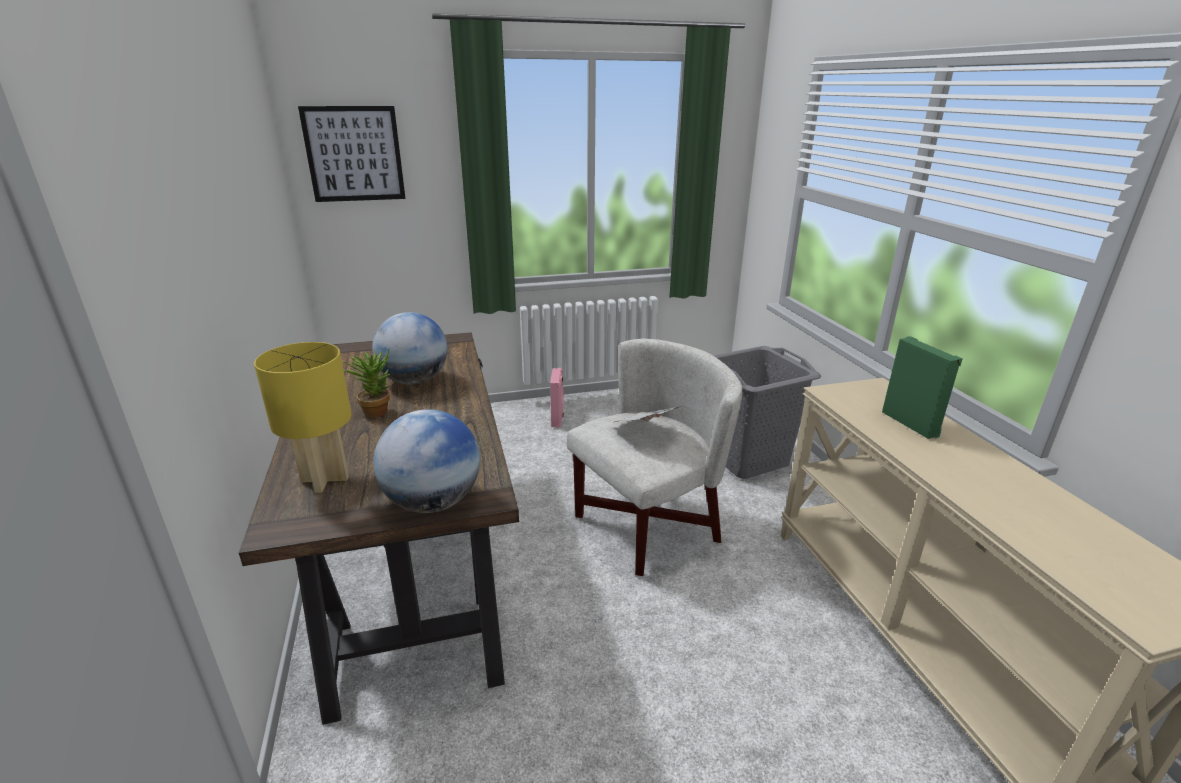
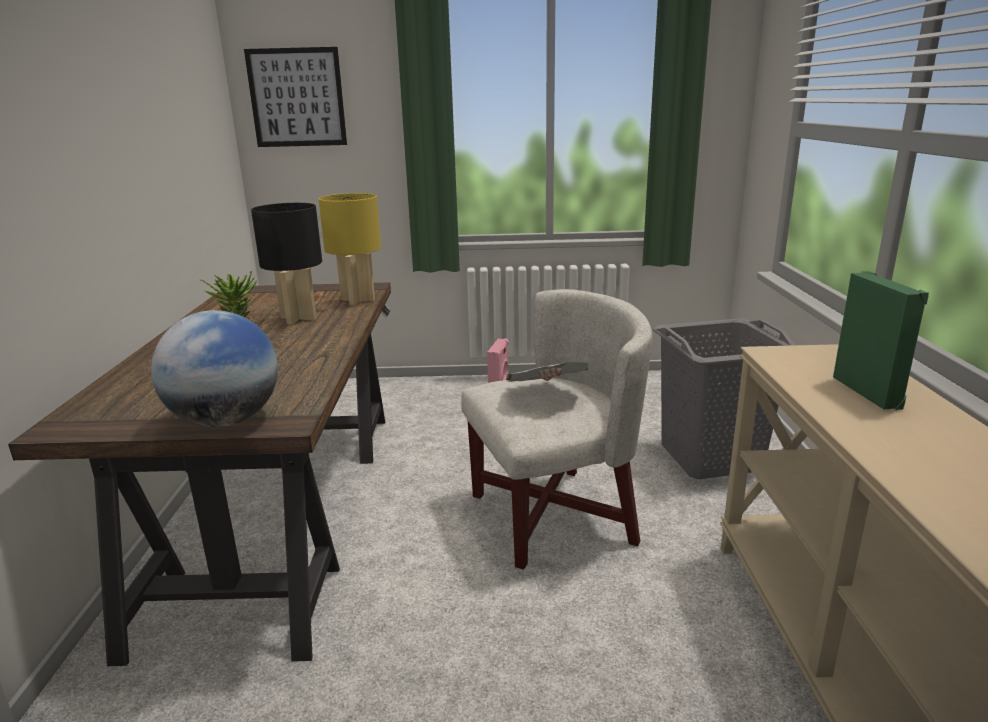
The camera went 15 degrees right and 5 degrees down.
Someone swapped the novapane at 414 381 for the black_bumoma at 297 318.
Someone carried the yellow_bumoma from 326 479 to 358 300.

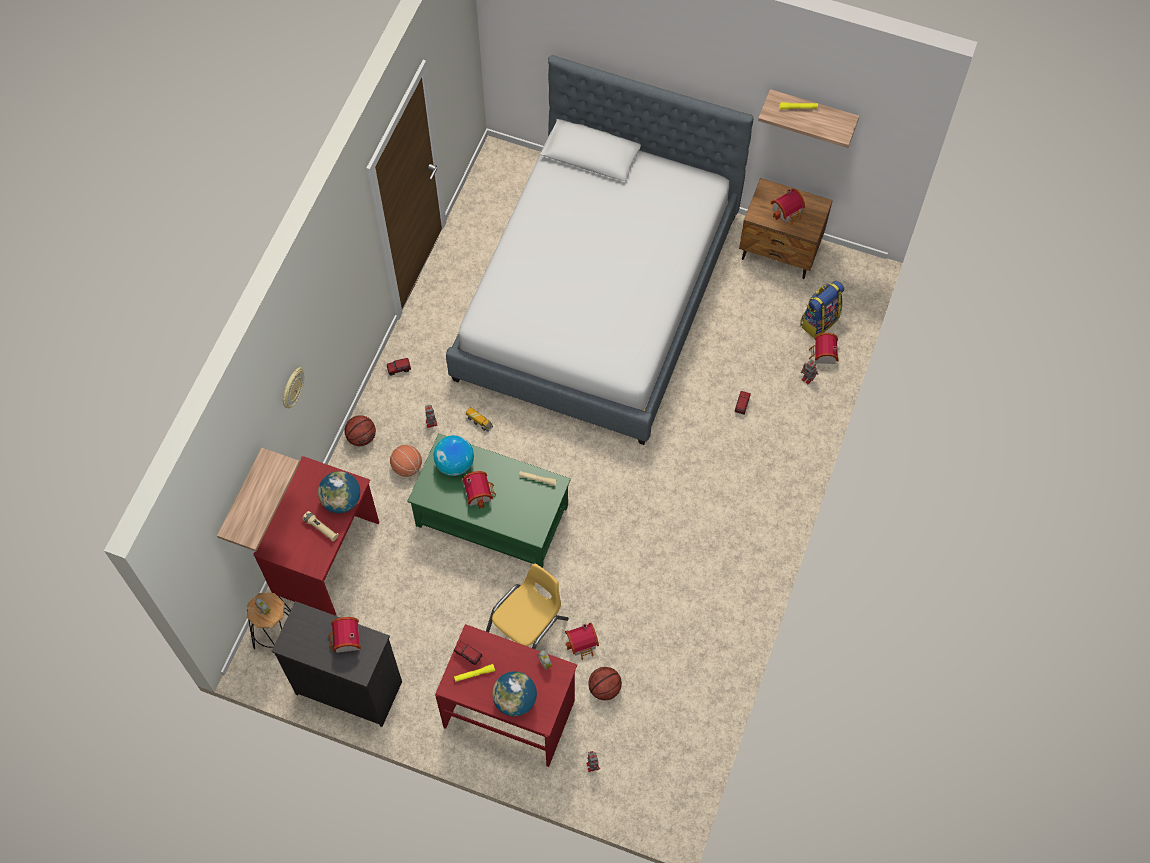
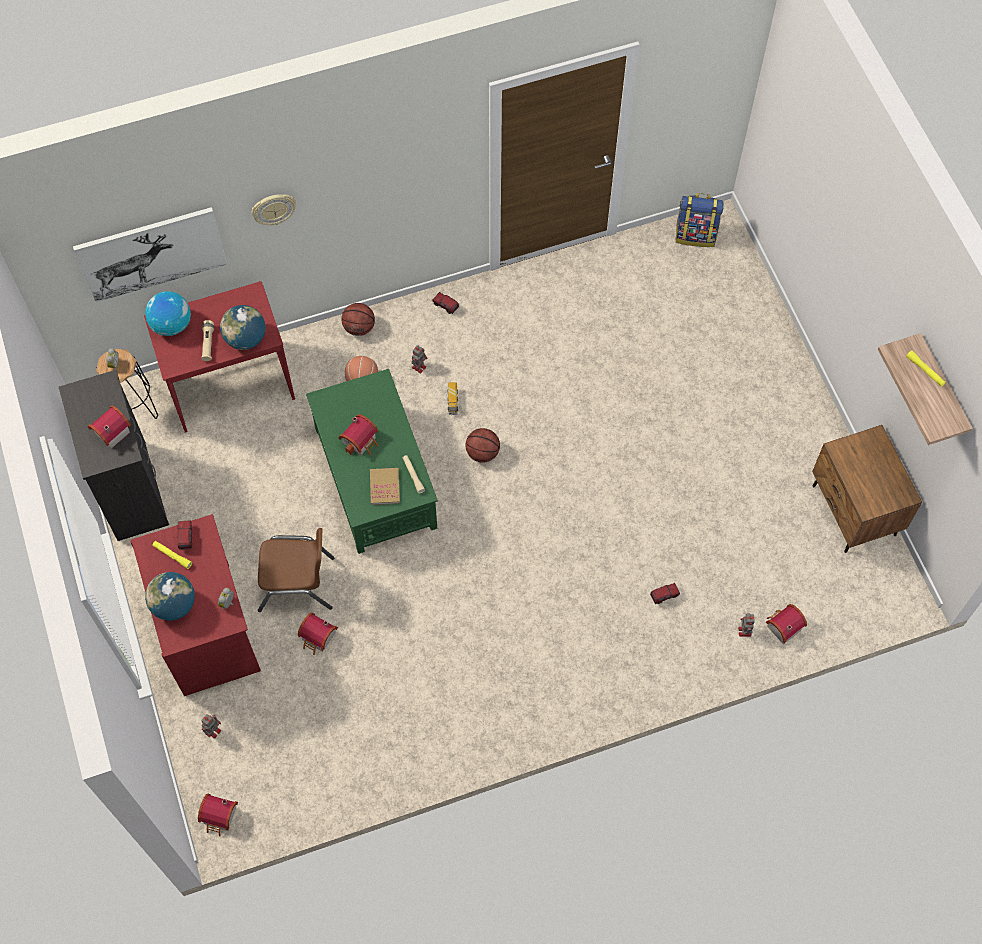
The camera went 50 degrees right and 0 degrees up.
Someone swapped the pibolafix at 242 498 for the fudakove at 151 253.
Someone carried the novapane from 454 464 to 171 325.
Someone carried the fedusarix from 788 212 to 220 817.
Someone repainted the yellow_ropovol at 528 627, which became the brown_ropovol at 297 583.
Someone put down the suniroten at 385 487.
Someone carried the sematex from 604 688 to 482 452.
Someone carried the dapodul from 819 320 to 696 235.
Someone took away the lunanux at 597 296.

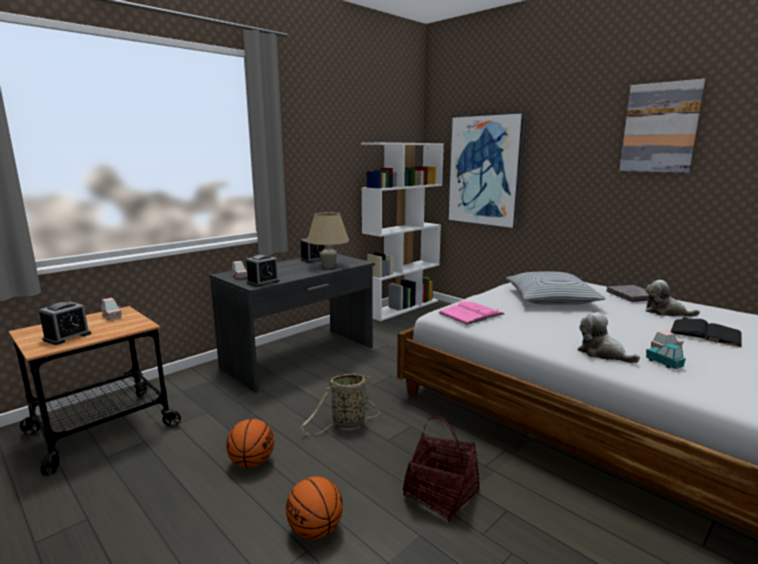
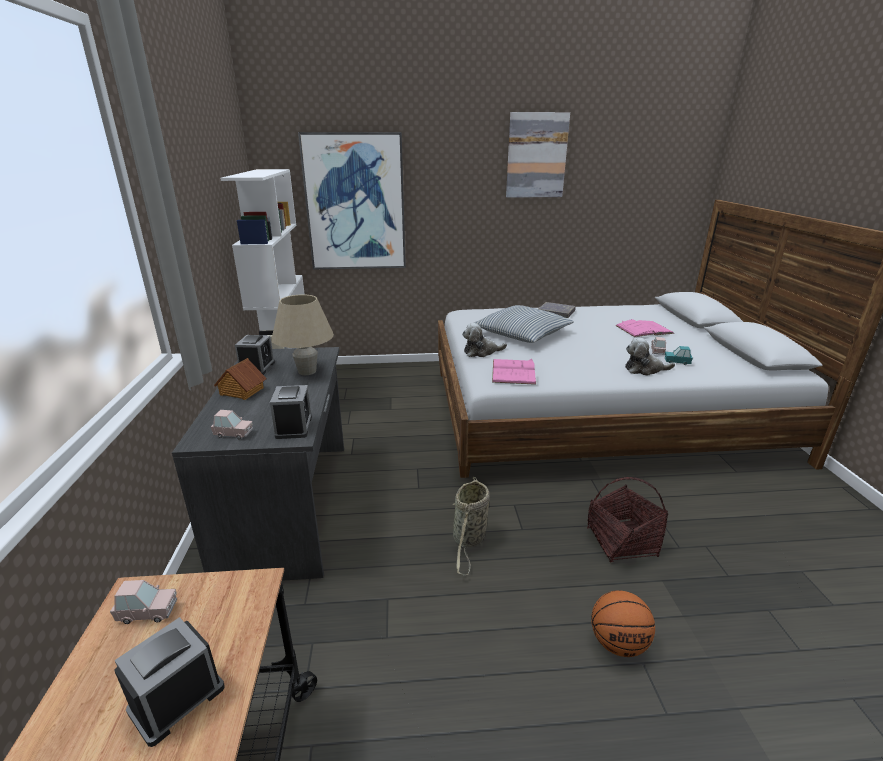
The camera went 50 degrees left and 10 degrees up.
Someone rotated the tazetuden at 67 337 by 120 degrees counterclockwise.
Someone put down the fedusarix at 241 391.
Someone carried the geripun from 665 312 to 481 352.
Someone repainted the black_suniroten at 705 333, which became the pink_suniroten at 644 329.
Someone took away the sematex at 252 462.

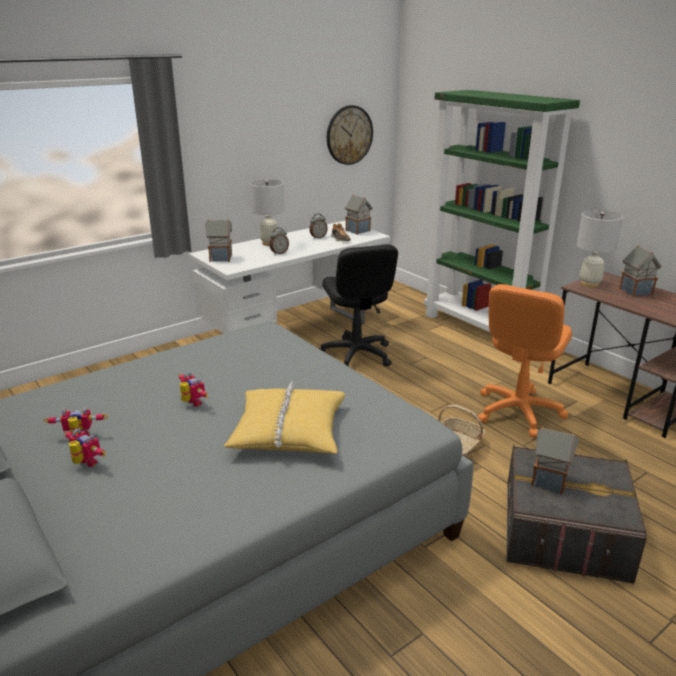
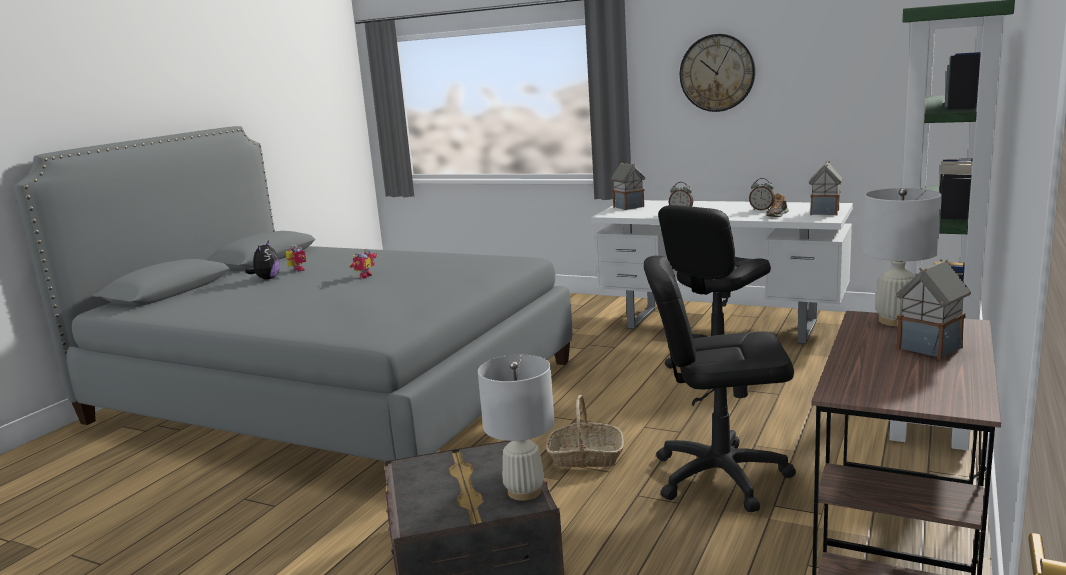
The camera went 65 degrees right and 10 degrees down.
Someone swapped the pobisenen at 85 464 for the geripun at 267 279.
Someone carried the white_bumoma from 269 243 to 524 491.
Someone repainted the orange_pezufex at 518 412, which became the black_pezufex at 720 476.
Someone carried the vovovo from 349 135 to 717 73.
Someone took away the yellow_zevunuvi at 288 431.
Someone took away the fedusarix at 550 481.

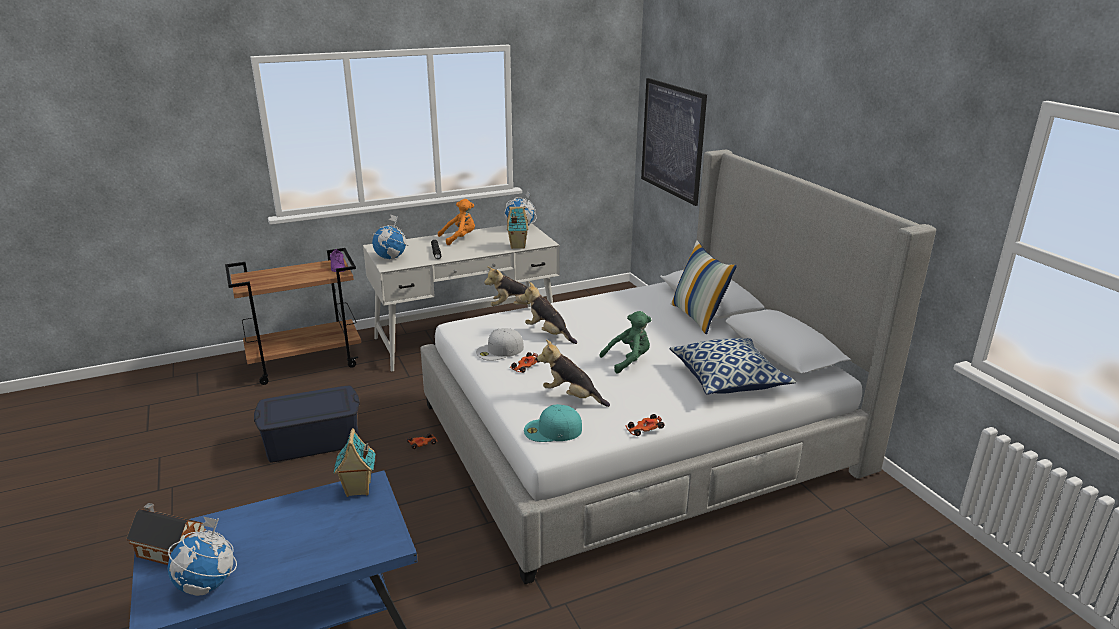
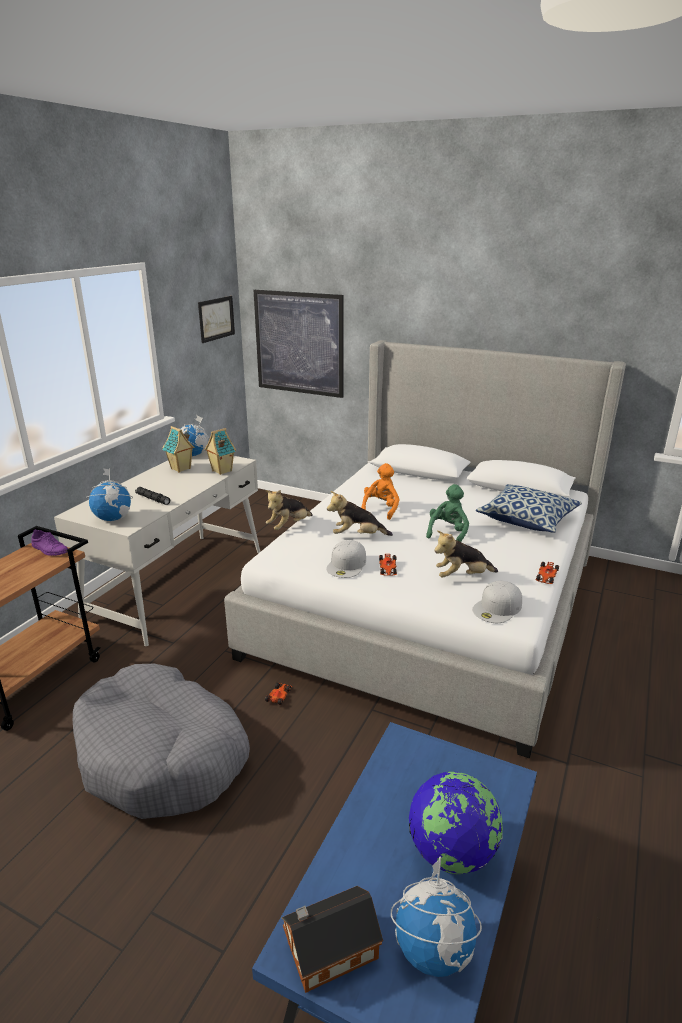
The camera went 40 degrees left and 0 degrees up.
Someone swapped the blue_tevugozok at 312 441 for the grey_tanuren at 162 755.
Someone carried the fedusarix from 358 490 to 181 469.
Someone put up the fudakove at 216 318.
Someone carried the orange_geripun from 459 238 to 381 509.
Someone put down the novapane at 452 852.
Someone repainted the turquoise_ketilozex at 552 430, which became the white_ketilozex at 497 608.
Someone took away the zevunuvi at 698 317.

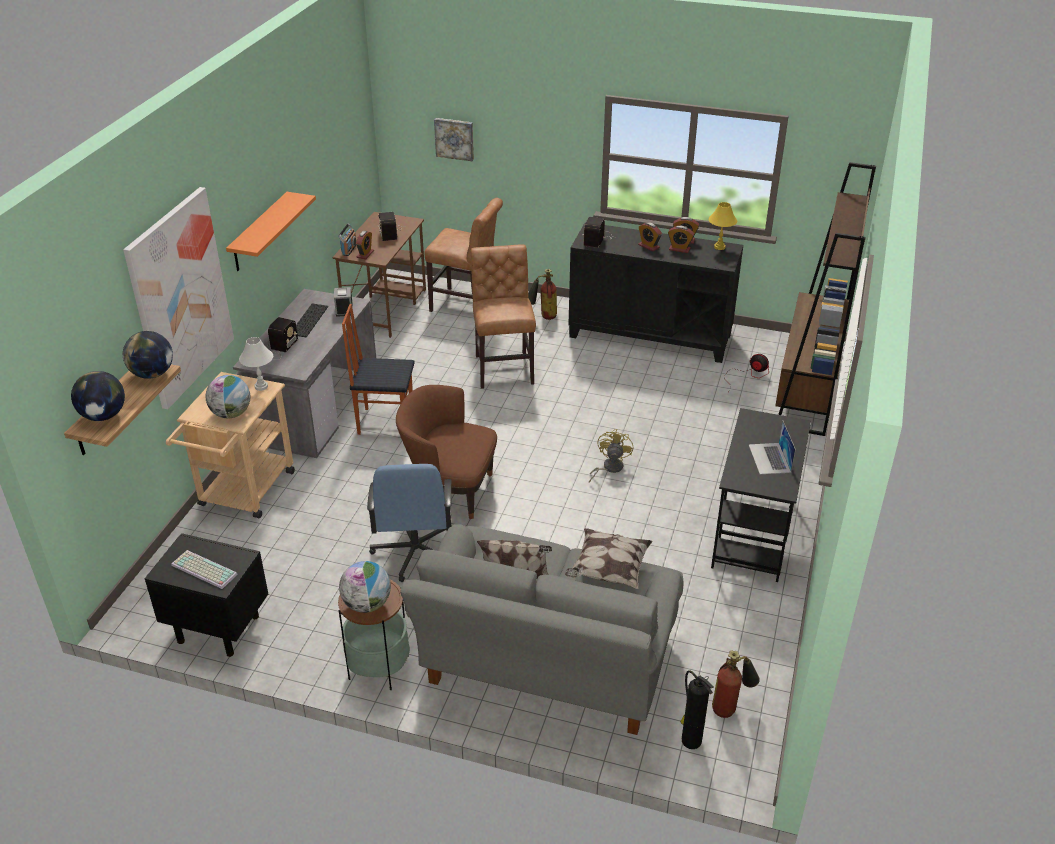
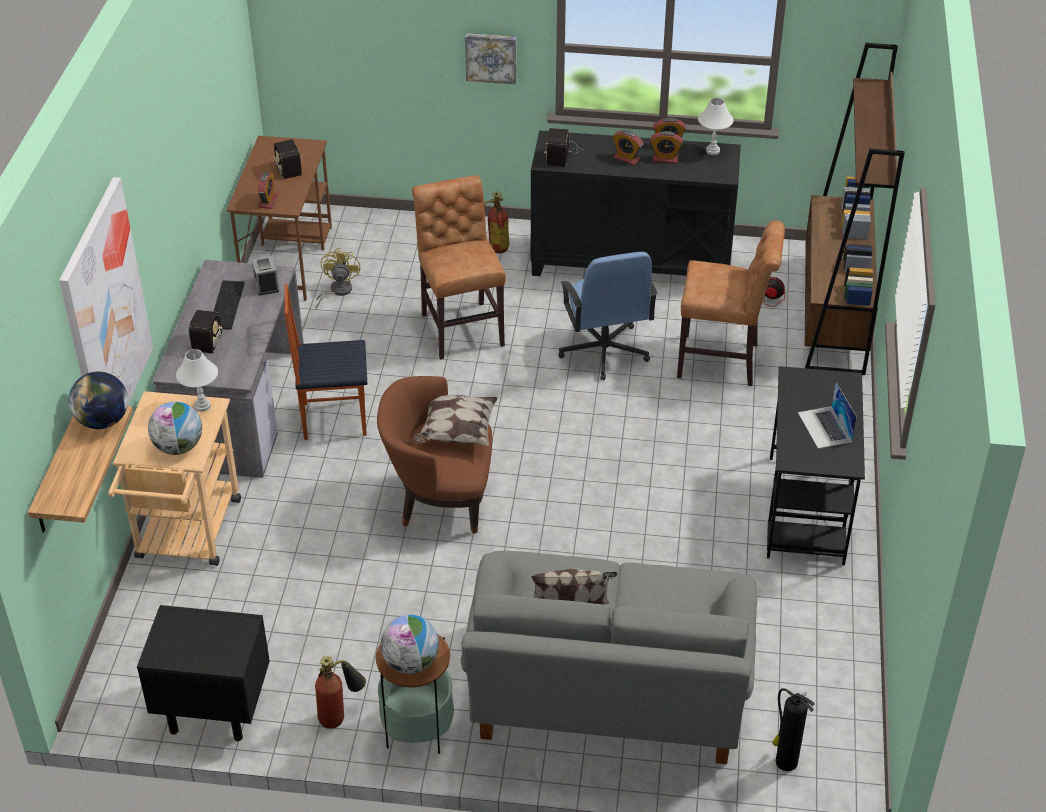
The camera went 10 degrees left and 5 degrees up.
Someone carried the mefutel from 731 706 to 340 714.
Someone carried the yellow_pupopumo from 609 468 to 337 291.
Someone carried the zevunuvi from 608 570 to 456 432.
Someone carried the fudakove from 454 138 to 491 57.
Someone carried the blue_pezufex from 414 552 to 604 351.
Someone carried the brown_ropovol from 467 305 to 723 361.
Someone repainted the yellow_bumoma at 719 247, which became the white_bumoma at 713 151.
Someone took away the novapane at 103 416.
Someone took away the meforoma at 202 570.
Someone took away the orange_pibolafix at 259 232.
Someone took away the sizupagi at 349 249.

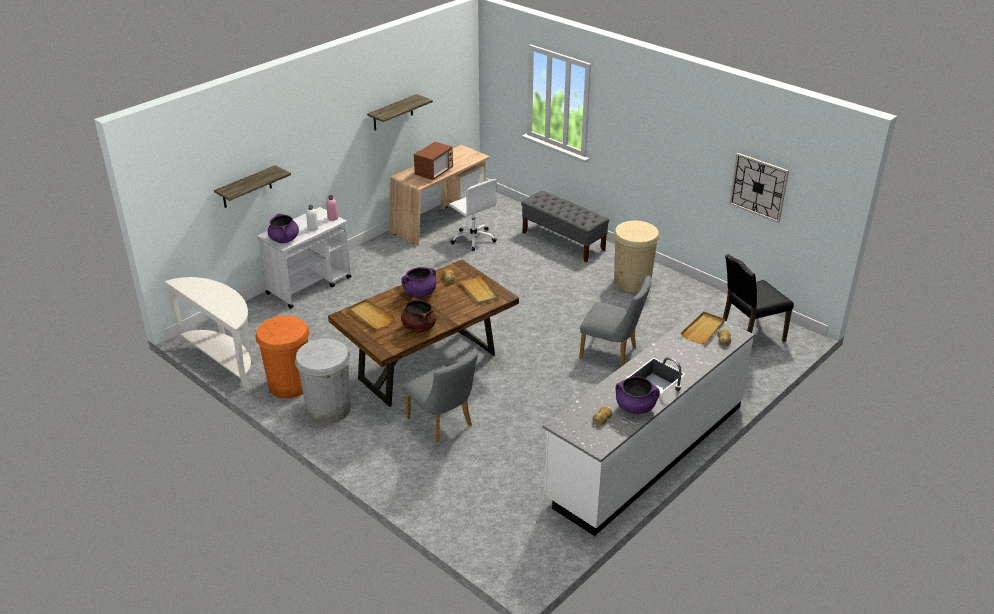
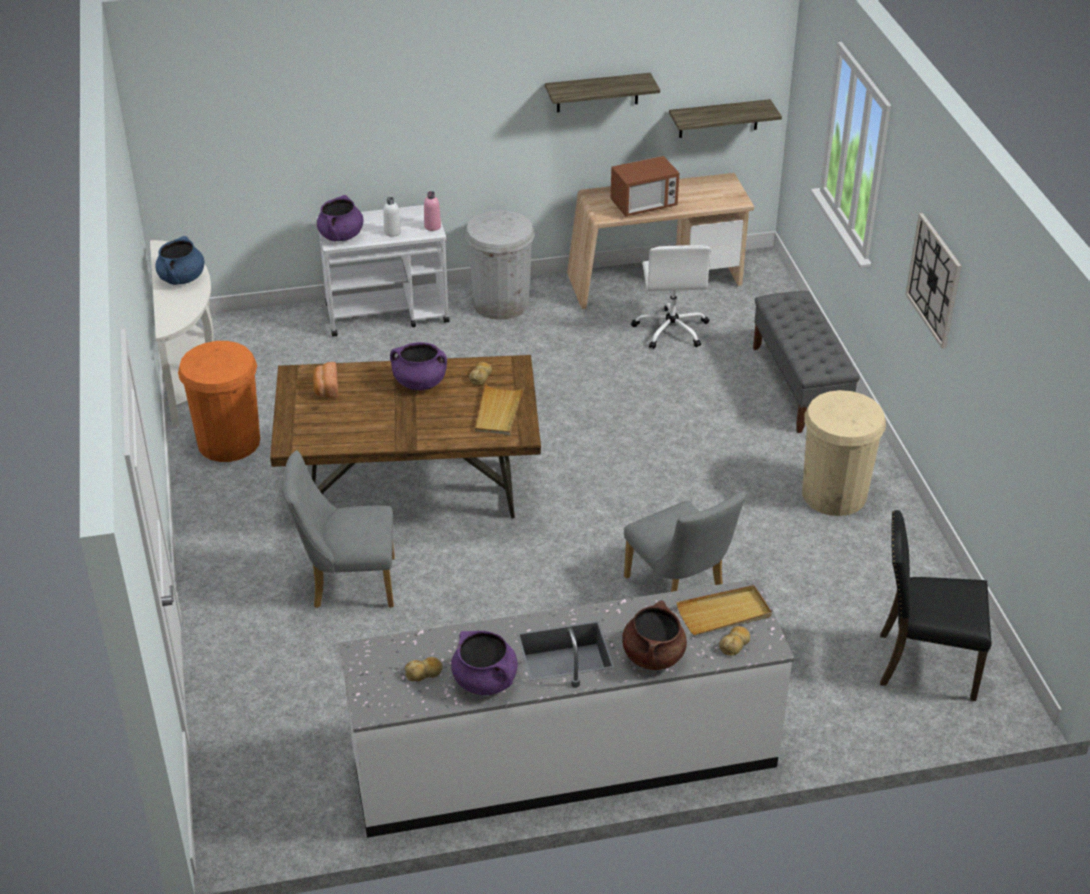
The camera went 35 degrees right and 5 degrees up.
Someone put down the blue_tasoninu at 182 278.
Someone rotated the grey_ropovol at 443 424 by 90 degrees clockwise.
Someone swapped the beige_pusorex at 370 316 for the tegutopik at 326 388.
Someone carried the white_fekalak from 328 409 to 501 303.
Someone carried the brown_tasoninu from 419 327 to 653 655.
Someone carried the pibolafix from 246 187 to 718 118.
Someone carried the vovovo from 758 187 to 934 280.

